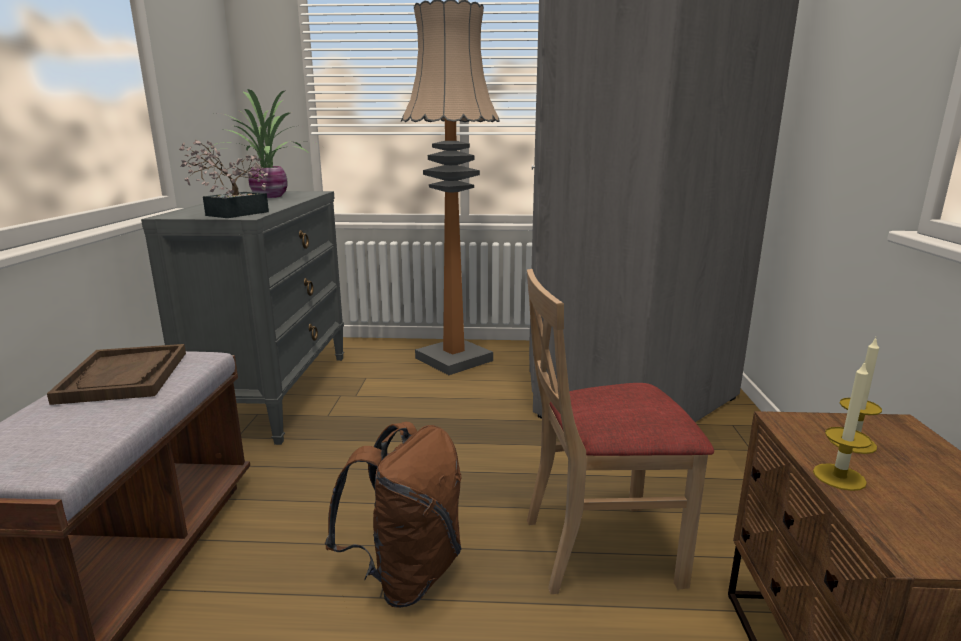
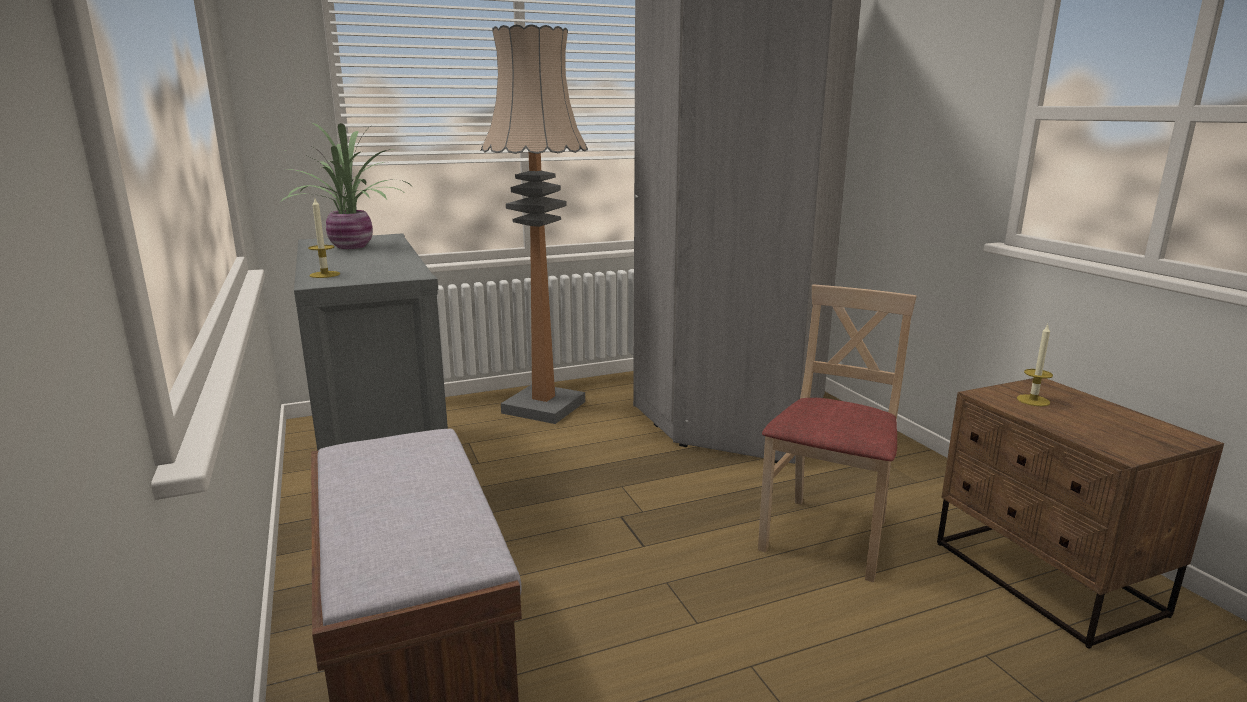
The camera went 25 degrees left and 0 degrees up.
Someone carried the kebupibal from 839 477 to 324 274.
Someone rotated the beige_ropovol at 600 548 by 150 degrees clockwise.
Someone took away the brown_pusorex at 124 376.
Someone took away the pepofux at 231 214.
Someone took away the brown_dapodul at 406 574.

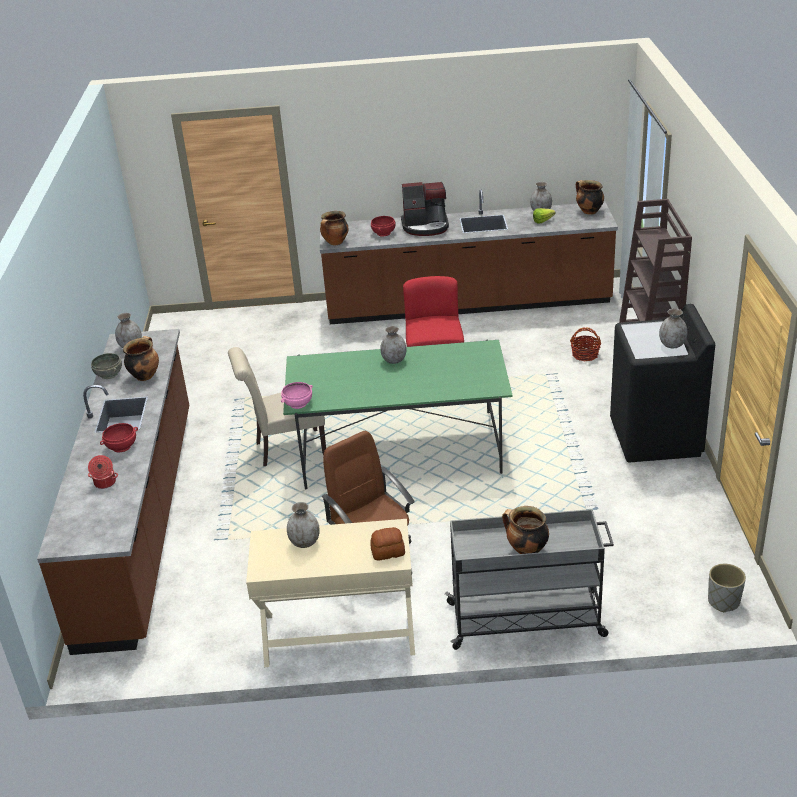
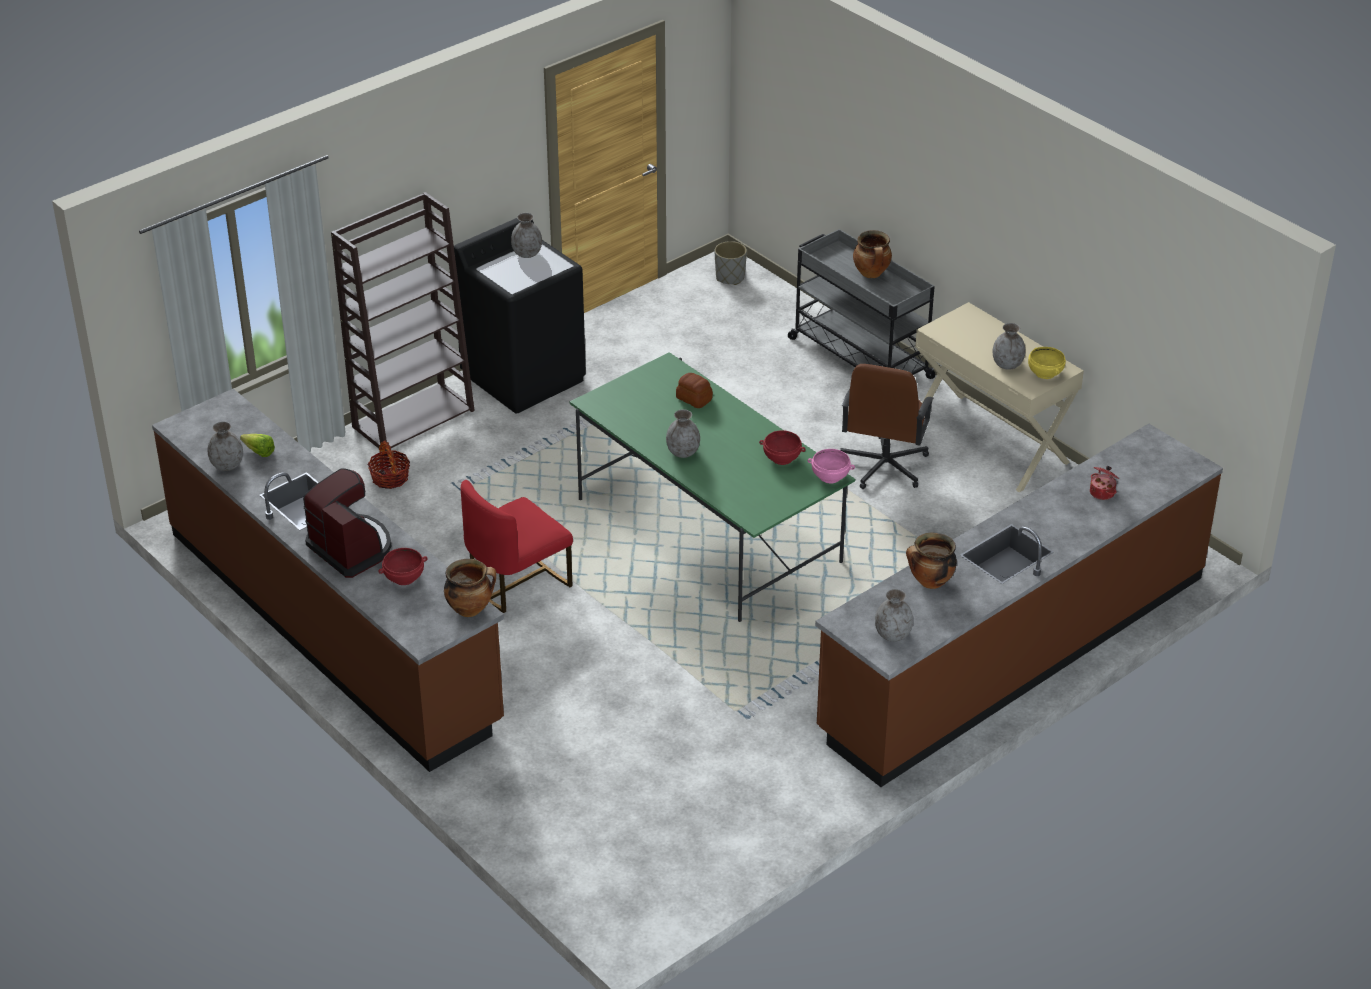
The camera went 130 degrees left and 5 degrees up.
Someone carried the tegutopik from 387 552 to 694 399.
Someone carried the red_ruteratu from 121 447 to 782 458.
Someone put down the yellow_ruteratu at 1044 373.
Someone took away the grey_ruteratu at 109 374.
Someone took away the beige_ropovol at 285 449.
Someone took away the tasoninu at 588 211.

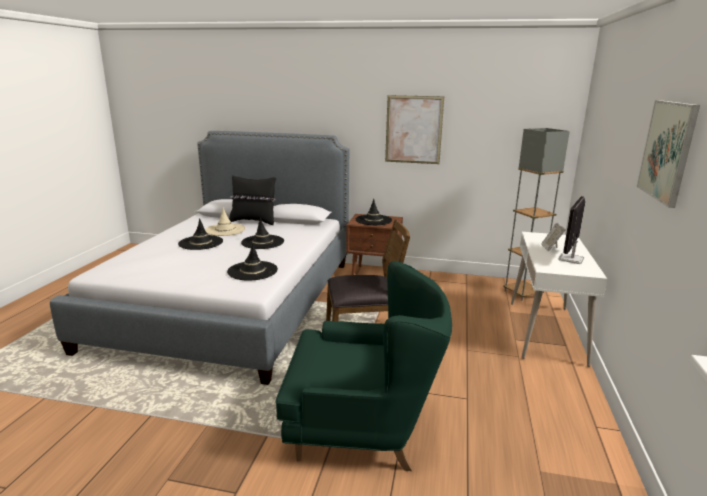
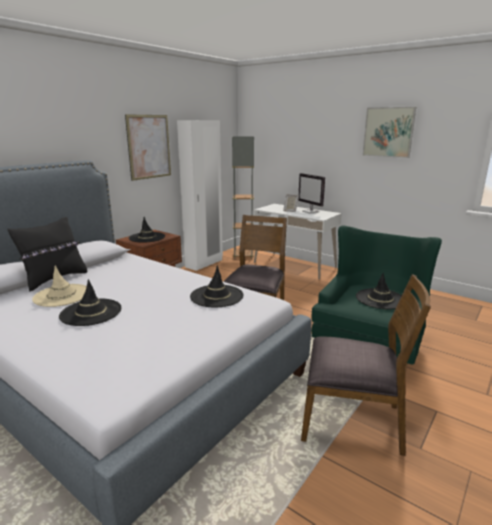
The camera went 65 degrees left and 0 degrees up.
Someone put down the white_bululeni at 204 263.
Someone put down the brown_ropovol at 352 421.
Someone carried the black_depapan from 262 242 to 380 299.

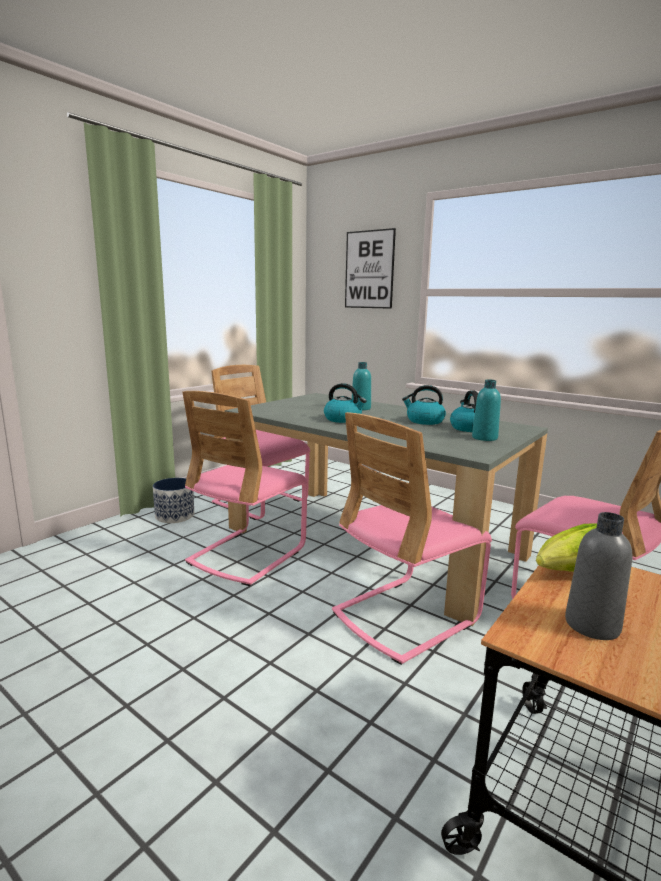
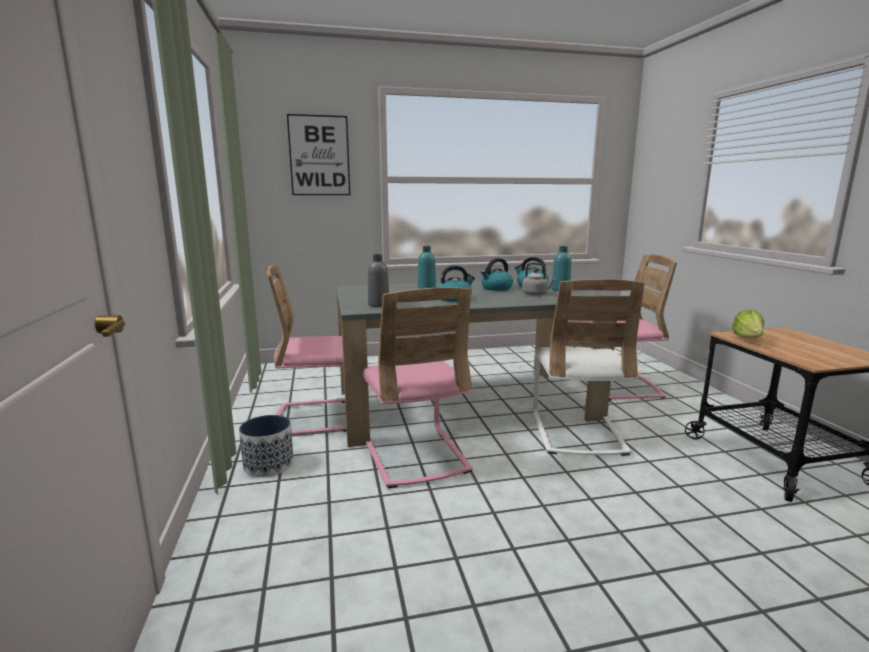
The camera went 50 degrees left and 0 degrees up.
Someone carried the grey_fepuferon from 592 625 to 378 304.
Someone put down the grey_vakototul at 536 294.
Someone repainted the pink_ropovol at 405 616, which became the white_ropovol at 577 432.

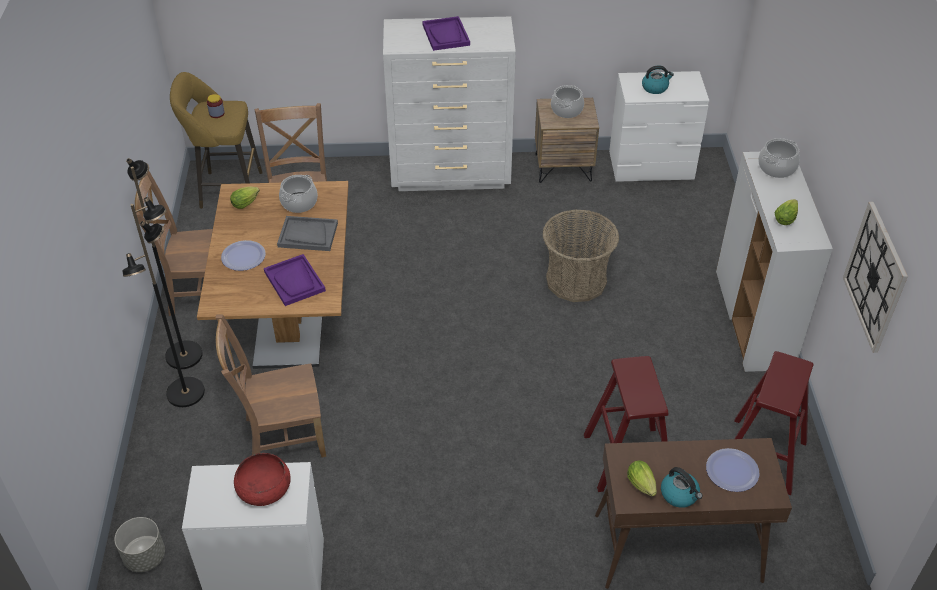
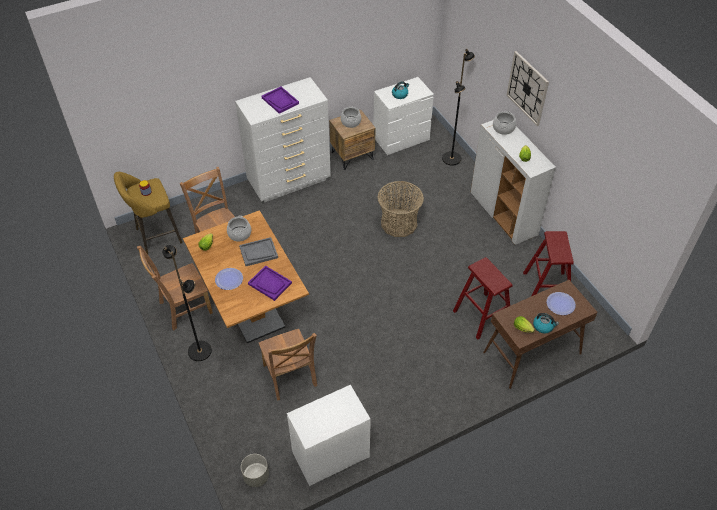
The camera went 25 degrees left and 5 degrees up.
Someone rotated the brown_ropovol at 281 437 by 75 degrees counterclockwise.
Someone carried the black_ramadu from 186 393 to 452 159.
Someone carried the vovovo from 875 277 to 527 88.
Someone took away the red_ruteratu at 264 488.

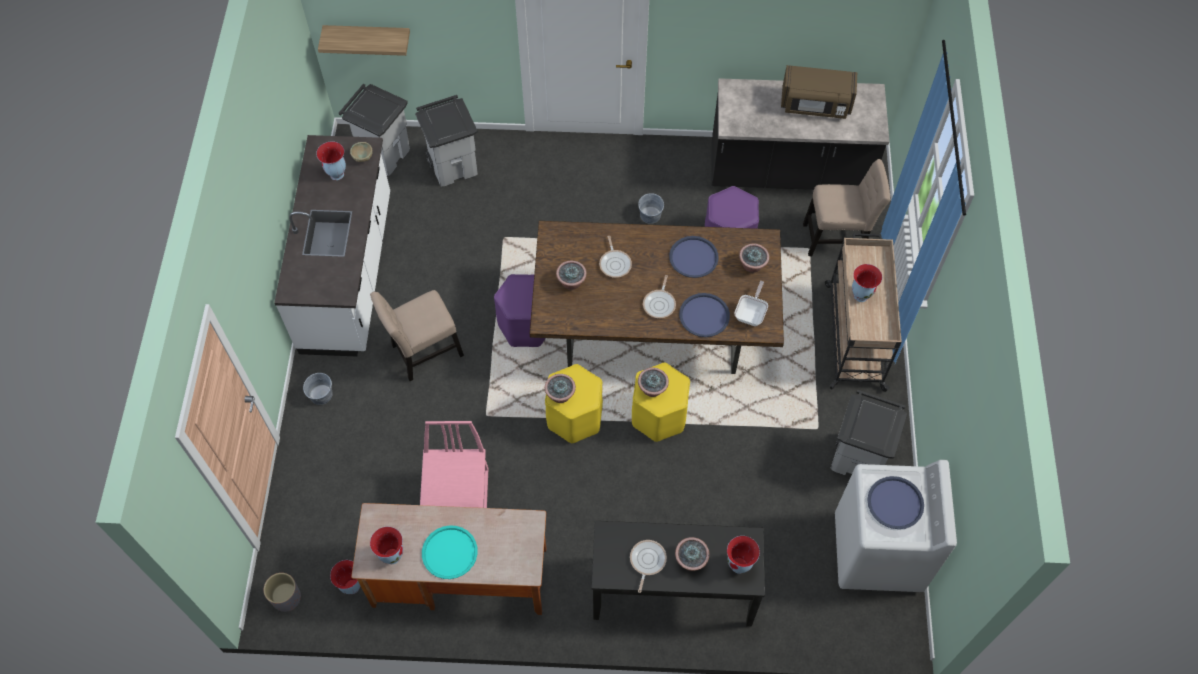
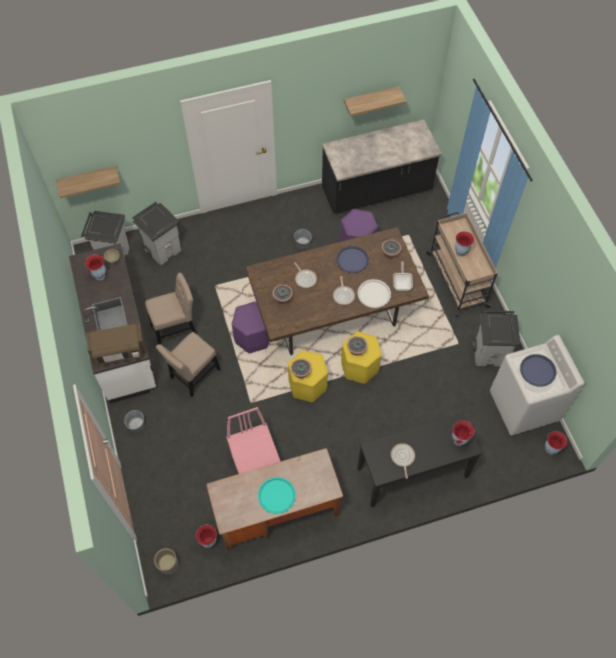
The camera went 20 degrees left and 0 degrees up.
Someone carried the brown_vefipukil from 815 105 to 119 351.
Someone carried the beige_ropovol from 837 238 to 176 328.
Someone put up the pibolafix at 370 99.
Someone repainted the blue_pusorex at 704 315, which became the white_pusorex at 374 294.
Someone carried the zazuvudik from 392 555 to 550 449.
Someone took away the pepofux at 691 560.

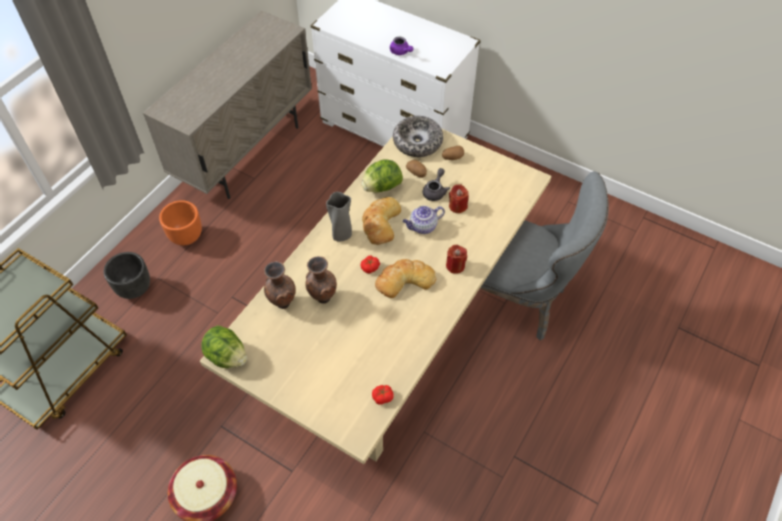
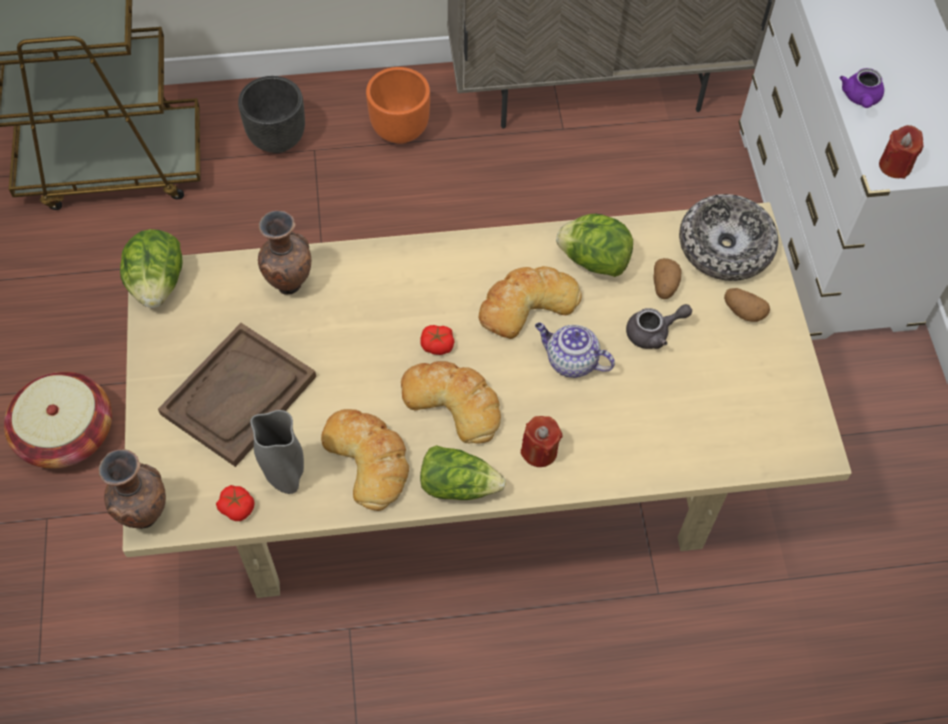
The camera went 50 degrees right and 5 degrees up.
Someone carried the brown_zazuvudik from 322 297 to 144 514.
Someone put down the brown_pusorex at 239 396.
Someone carried the grey_zazuvudik from 341 235 to 286 479.
Someone put down the tegutopik at 369 459.
Someone put down the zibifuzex at 458 484.
Someone carried the red_kebupibal from 457 206 to 895 166.
Someone took away the grey_ropovol at 517 300.

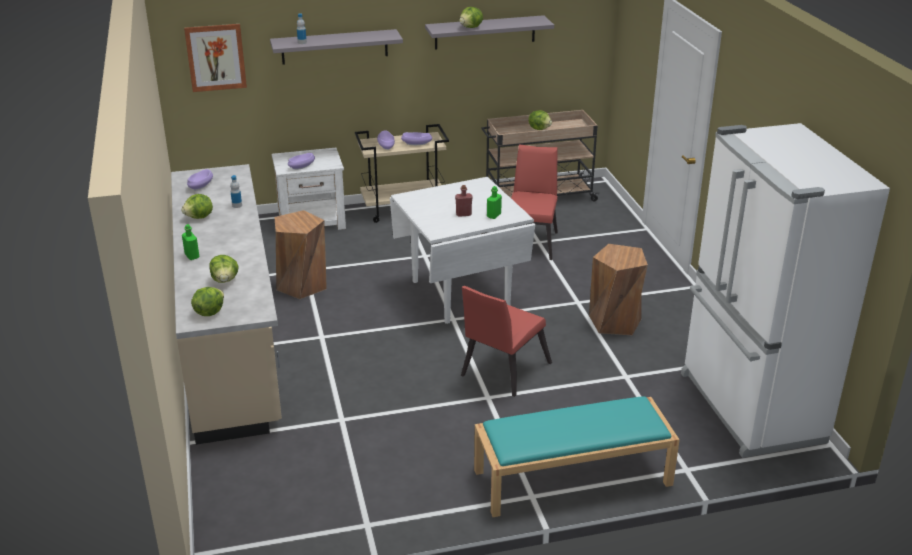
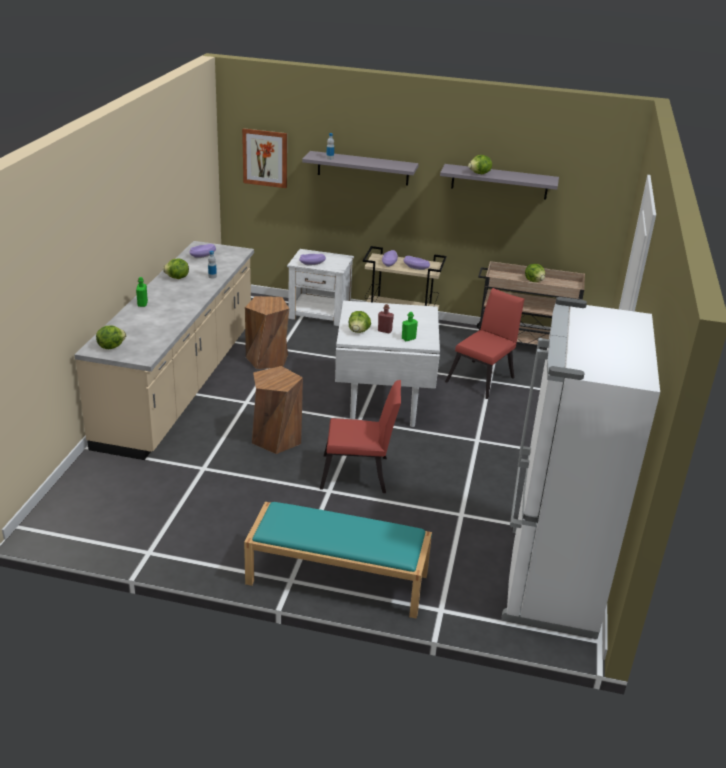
The camera went 25 degrees right and 0 degrees up.
Someone carried the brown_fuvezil from 615 322 to 276 439.
Someone rotated the red_ropovol at 502 371 by 150 degrees counterclockwise.
Someone carried the zibifuzex from 225 280 to 359 331.

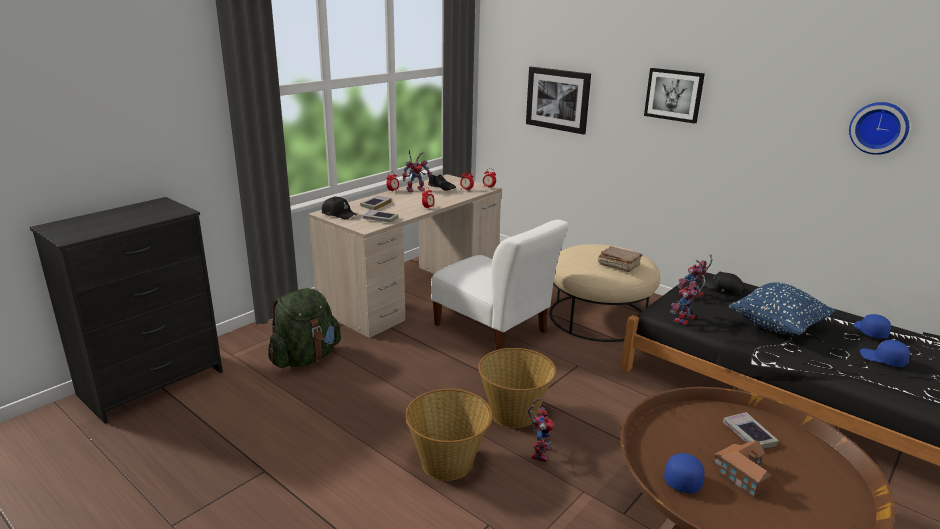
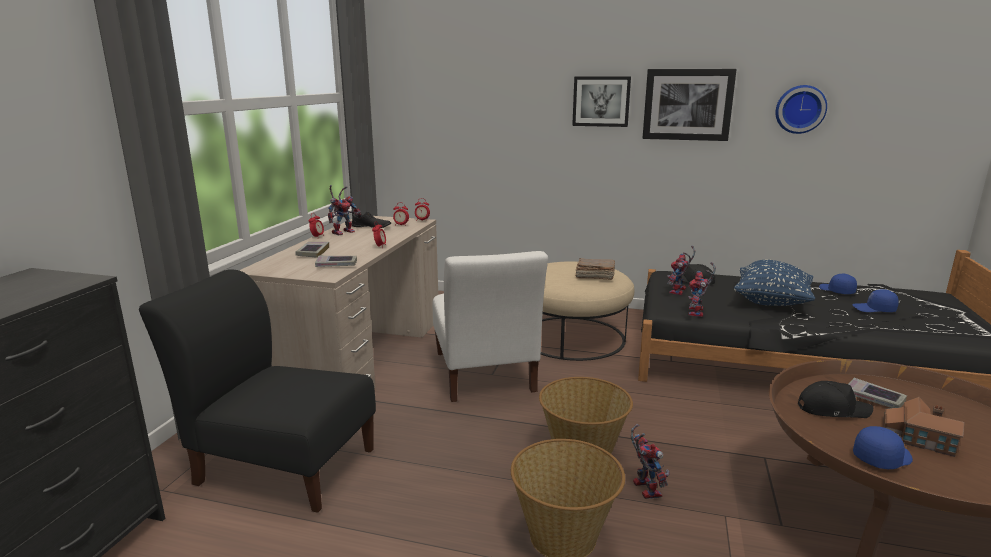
The camera went 25 degrees left and 5 degrees down.
Someone swapped the green_dapodul at 306 358 for the black_ropovol at 281 464.
Someone rotated the white_ropovol at 493 331 by 60 degrees clockwise.
Someone carried the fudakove from 558 99 to 687 104.
Someone carried the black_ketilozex from 339 214 to 832 409.
Someone rotated the blue_ketilozex at 683 477 by 60 degrees clockwise.

